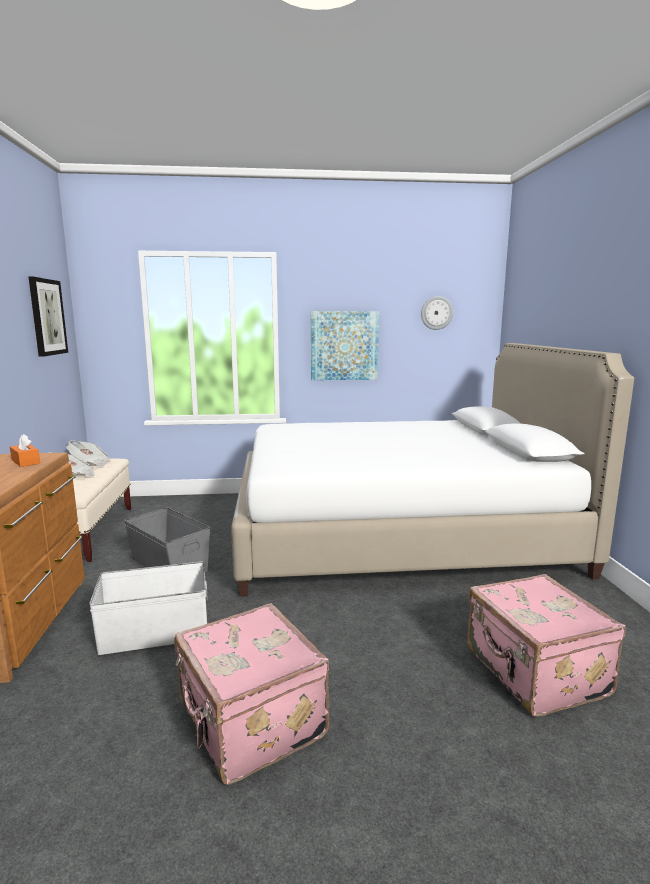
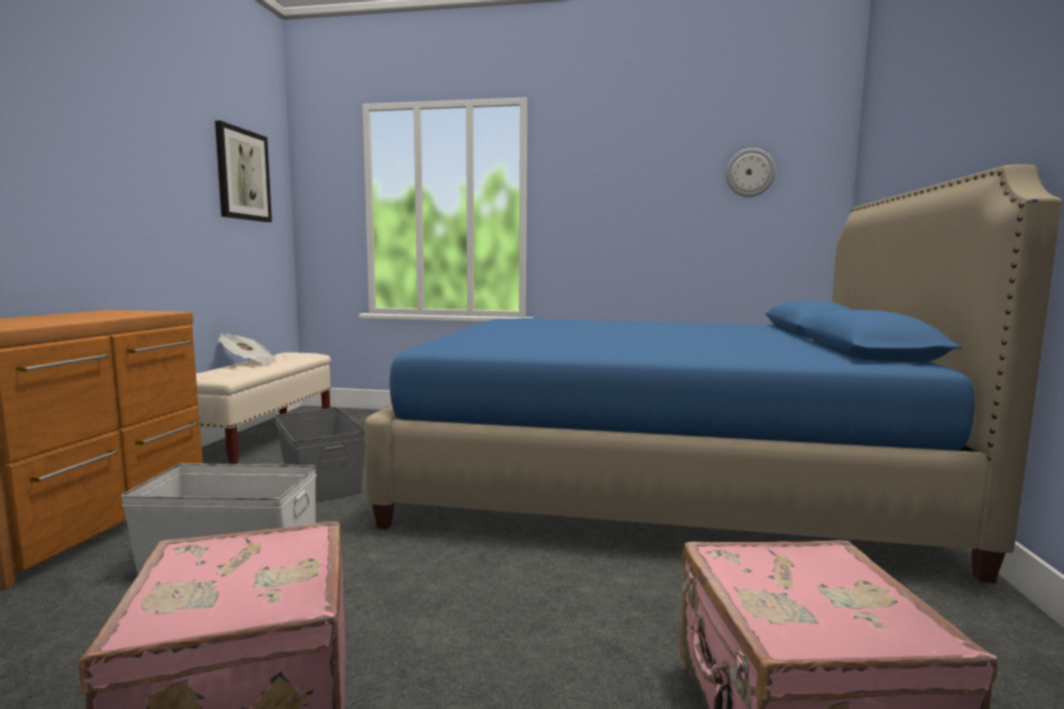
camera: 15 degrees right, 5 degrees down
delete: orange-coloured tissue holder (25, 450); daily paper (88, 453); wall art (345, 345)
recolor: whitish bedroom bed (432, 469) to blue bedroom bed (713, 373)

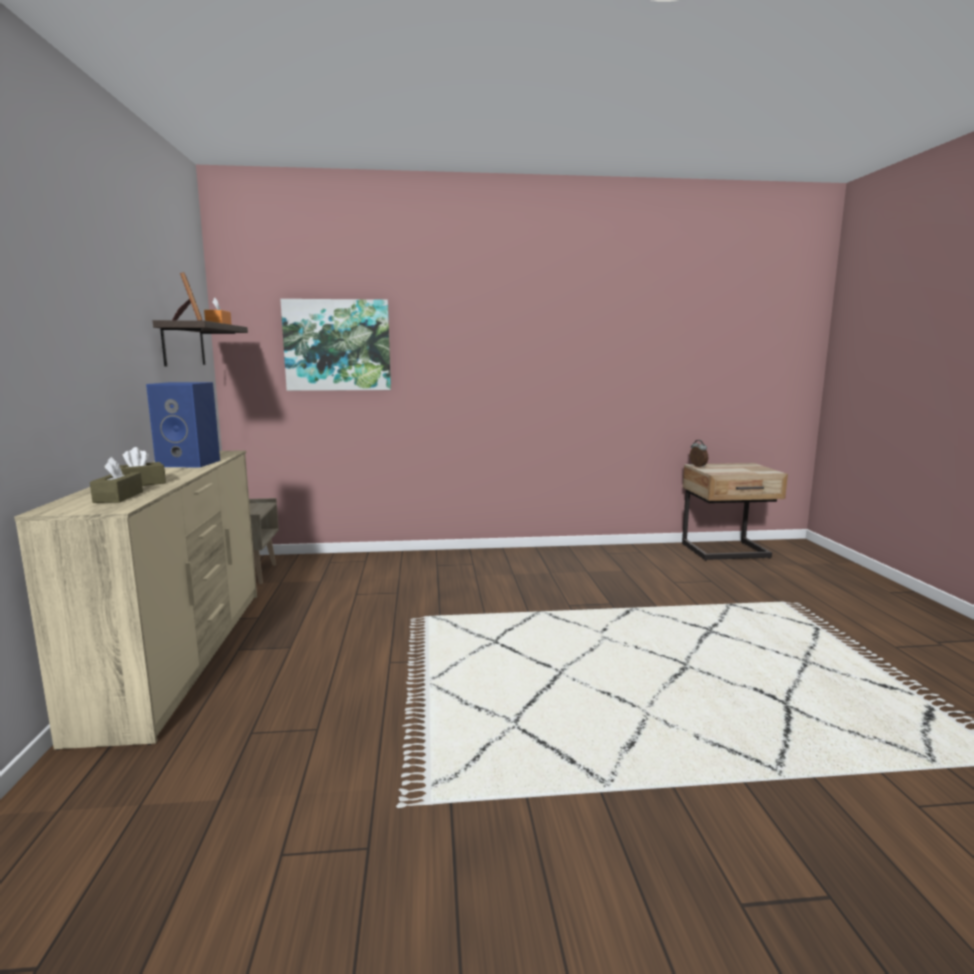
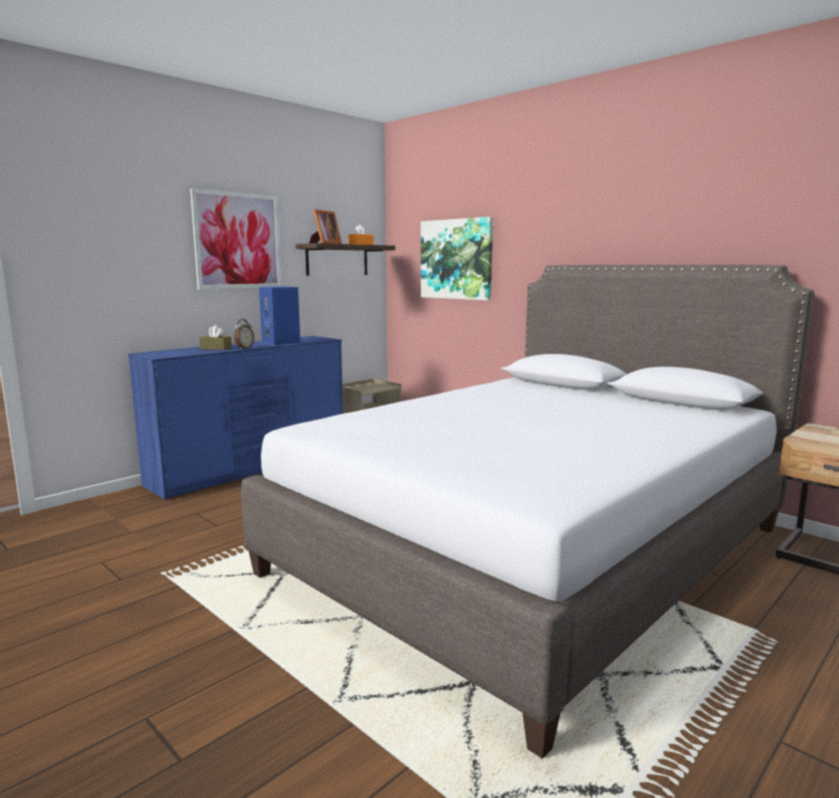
camera: 50 degrees right, 0 degrees up
delete: brown-coloured tissue holder (116, 480)
insert: wall art (236, 239); grey bedroom bed (528, 512)
move: bedside clock (699, 454) to (244, 334)
recolor: sand-coloured dresser (135, 600) to blue dresser (235, 418)

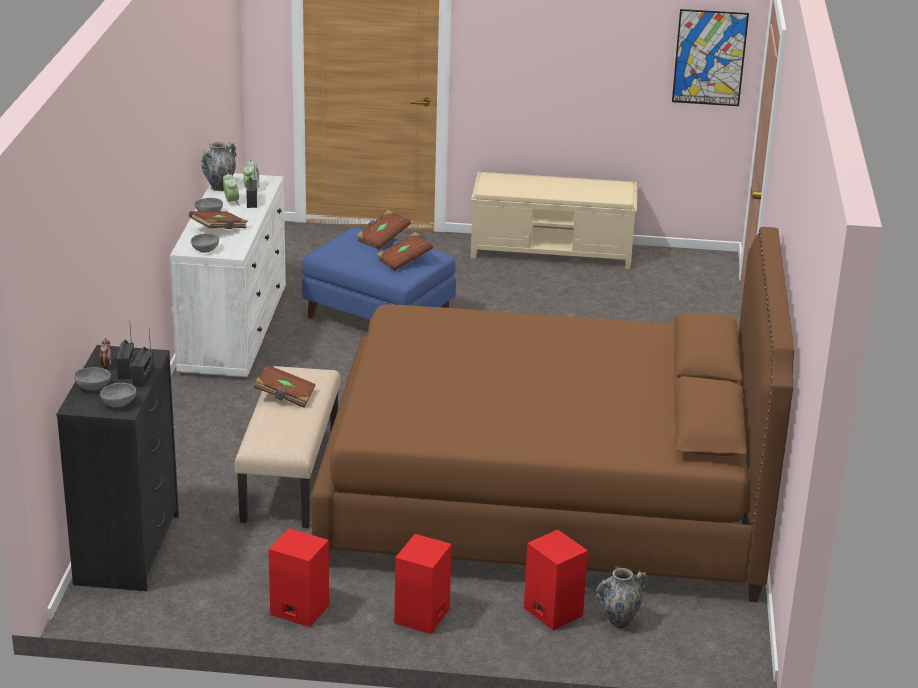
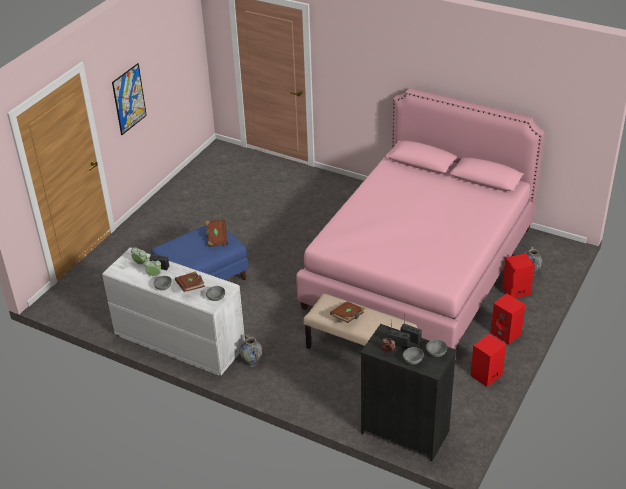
camera: 65 degrees left, 10 degrees up
delete: brown-coloured volume (383, 229); sand-coloured long seat (554, 220)
move: vase (219, 166) to (251, 350); wall art (710, 57) to (129, 99)
recolor: brown-coloured bedroom bed (552, 414) to pink bedroom bed (420, 218)

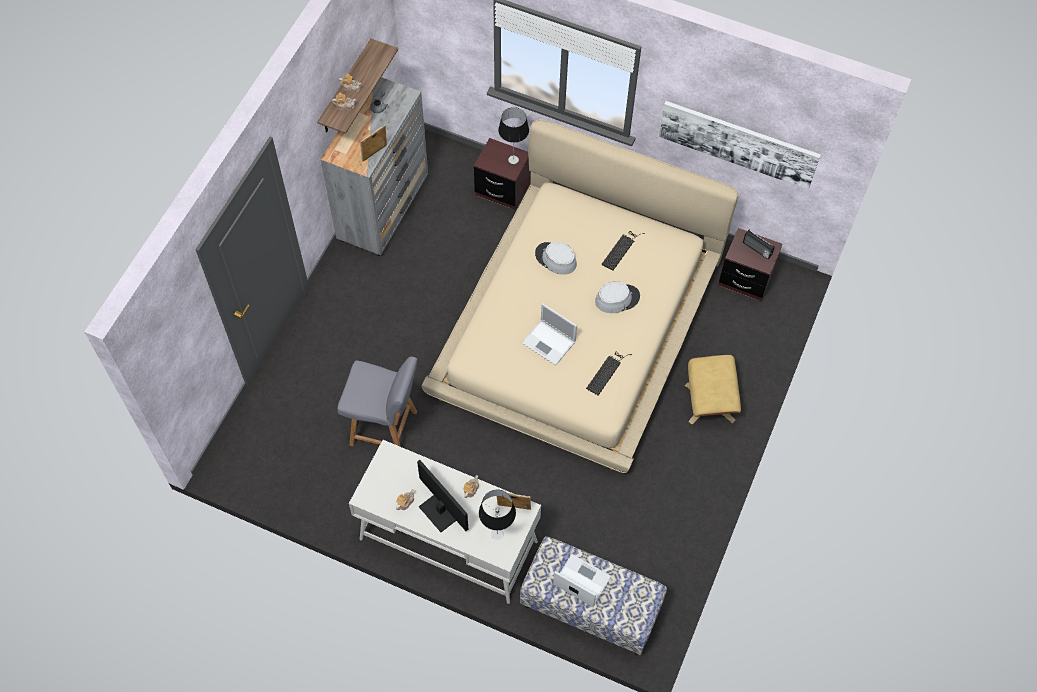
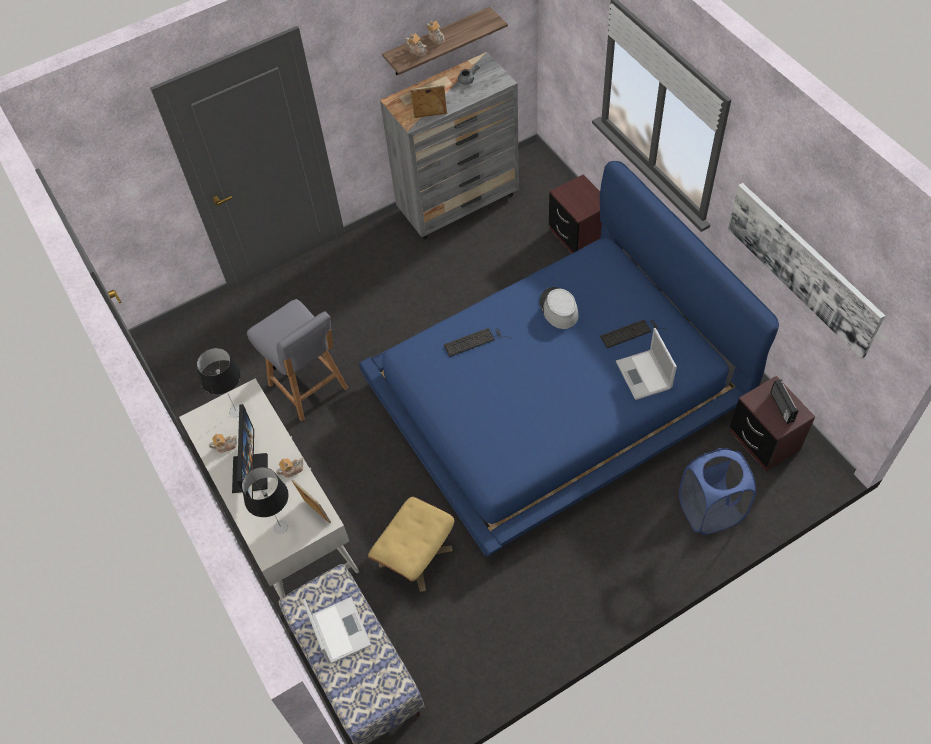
camera: 40 degrees right, 5 degrees down
delete: grey clothing hat (617, 297)
insert: blue washing basket (717, 491)
move: tabletop lamp (513, 135) to (219, 382); notebook computer (549, 334) to (646, 364); PC keyboard (609, 374) to (477, 342); sand-coloured ottoman (712, 390) to (411, 544)
recolor: sand-coloured bedroom bed (580, 296) to blue bedroom bed (569, 359)

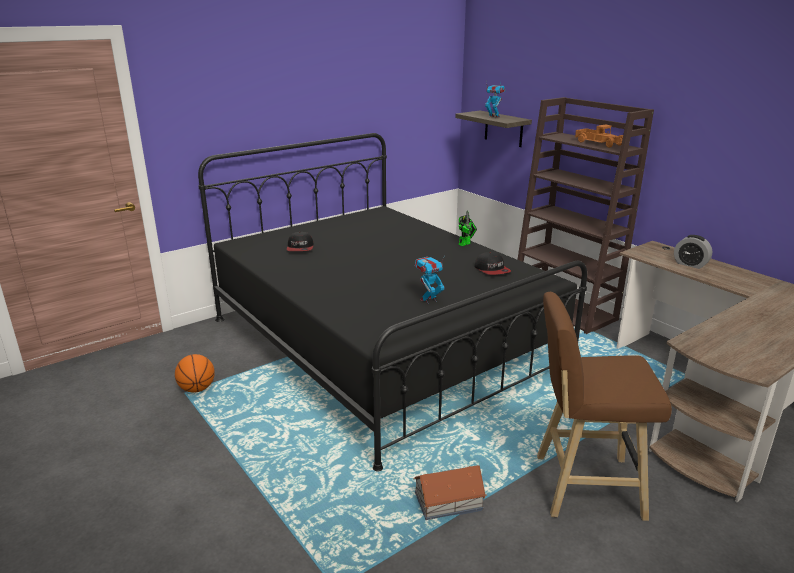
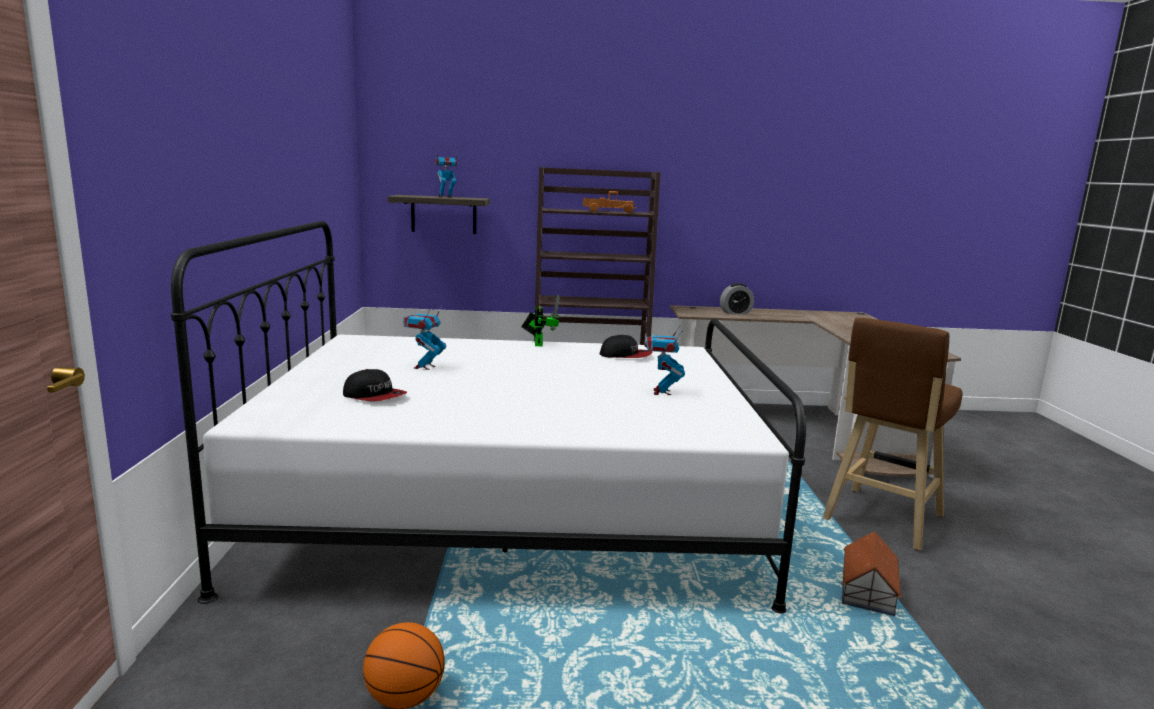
camera: 55 degrees left, 10 degrees down
insert: toy robot (424, 338)
recolor: black-coloured bedroom bed (392, 302) to whitish bedroom bed (488, 417)

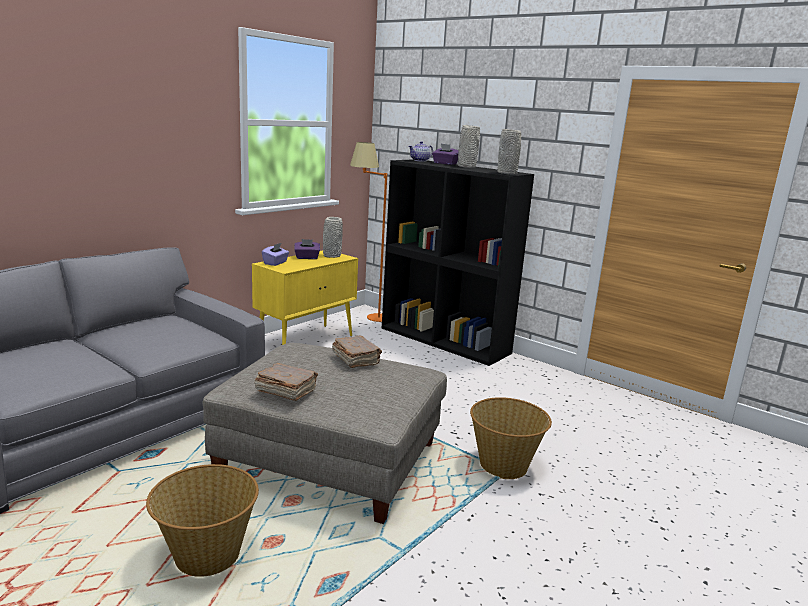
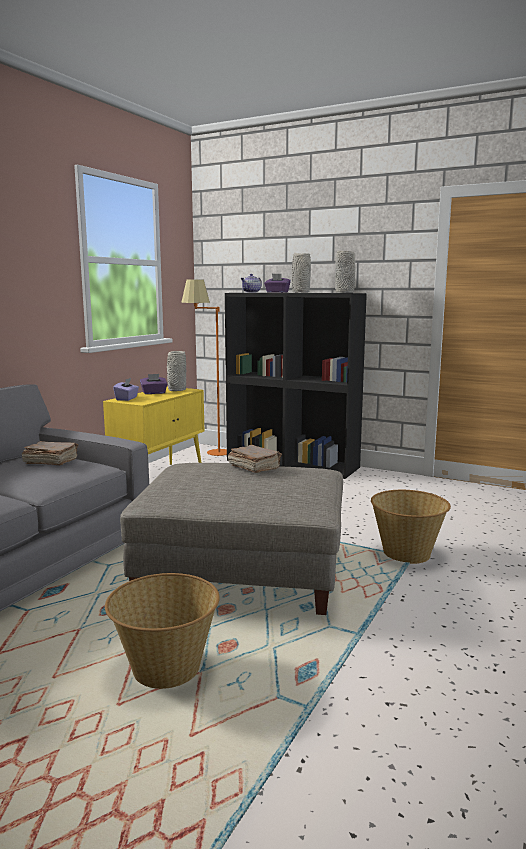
camera: 10 degrees left, 5 degrees down
move: brown-coloured volume (286, 382) to (50, 453)

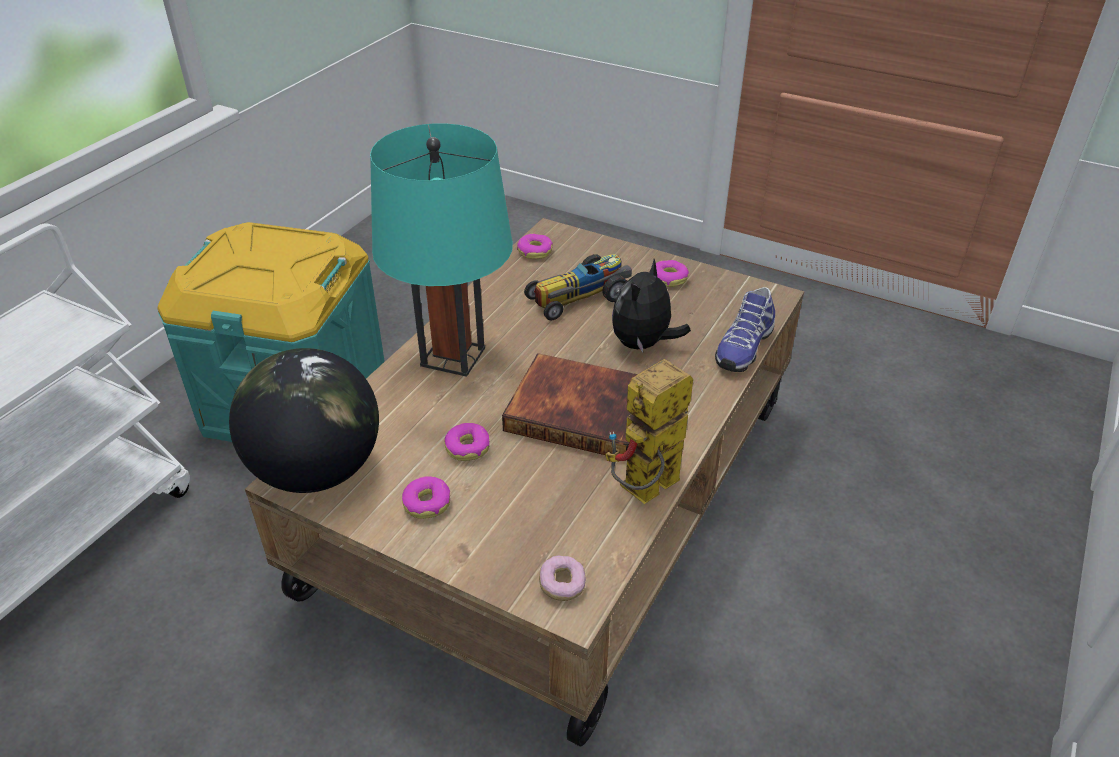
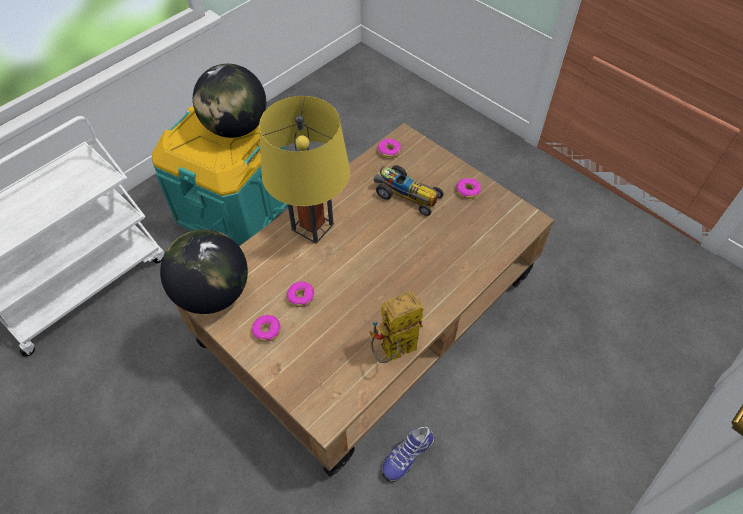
camera: 15 degrees right, 15 degrees up
delete: volume (570, 404); donut (562, 578); soft toy (651, 306)
insert: globe (229, 101)
move: low shoe (745, 329) to (408, 454)
recolor: turquoise-coloured tabletop lamp (441, 250) to yellow tabletop lamp (304, 170)
rotate: model car (578, 287) = (409, 190) 135 degrees counterclockwise

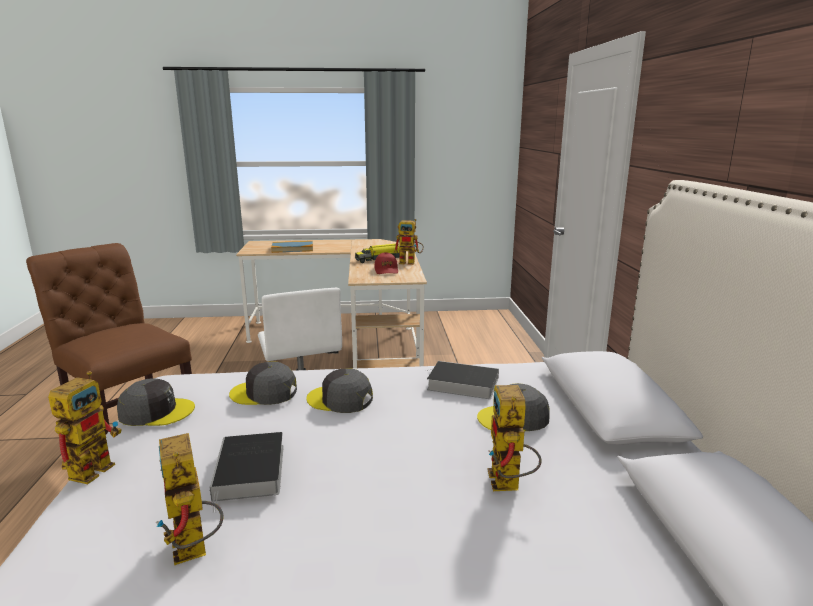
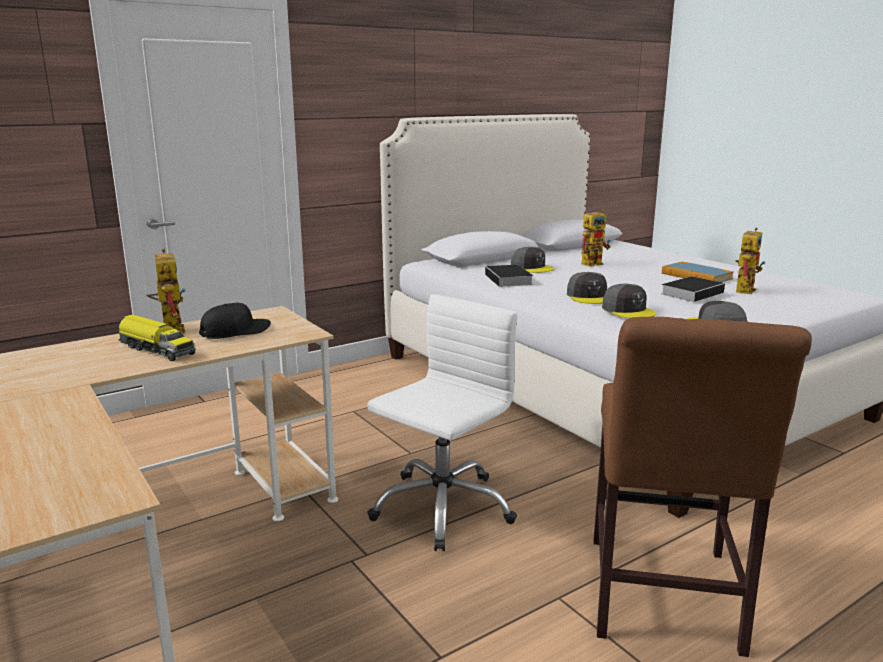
camera: 120 degrees left, 0 degrees up
delete: toy robot (85, 427)
move: volume (292, 247) to (698, 272)
recolor: reddish cap (386, 263) to black-coloured cap (235, 321)

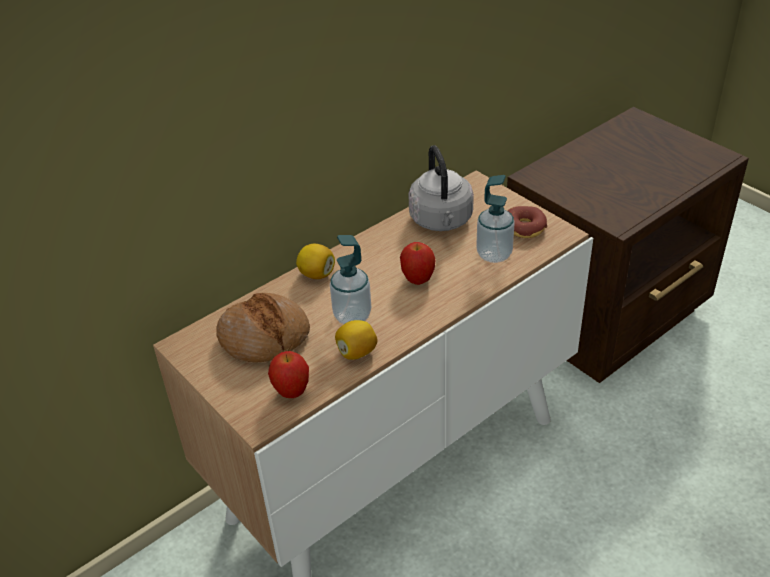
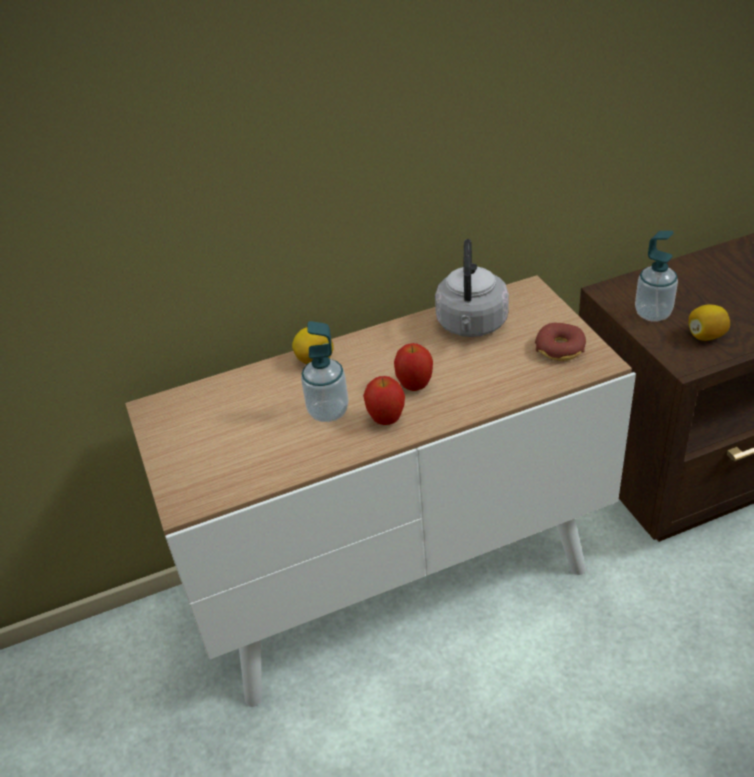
camera: 20 degrees right, 0 degrees up
delete: baked bread (263, 328)
move: apple fruit (288, 374) to (384, 400); whole lemon (356, 340) to (709, 322); liquid soap bottle (495, 219) to (656, 276)

